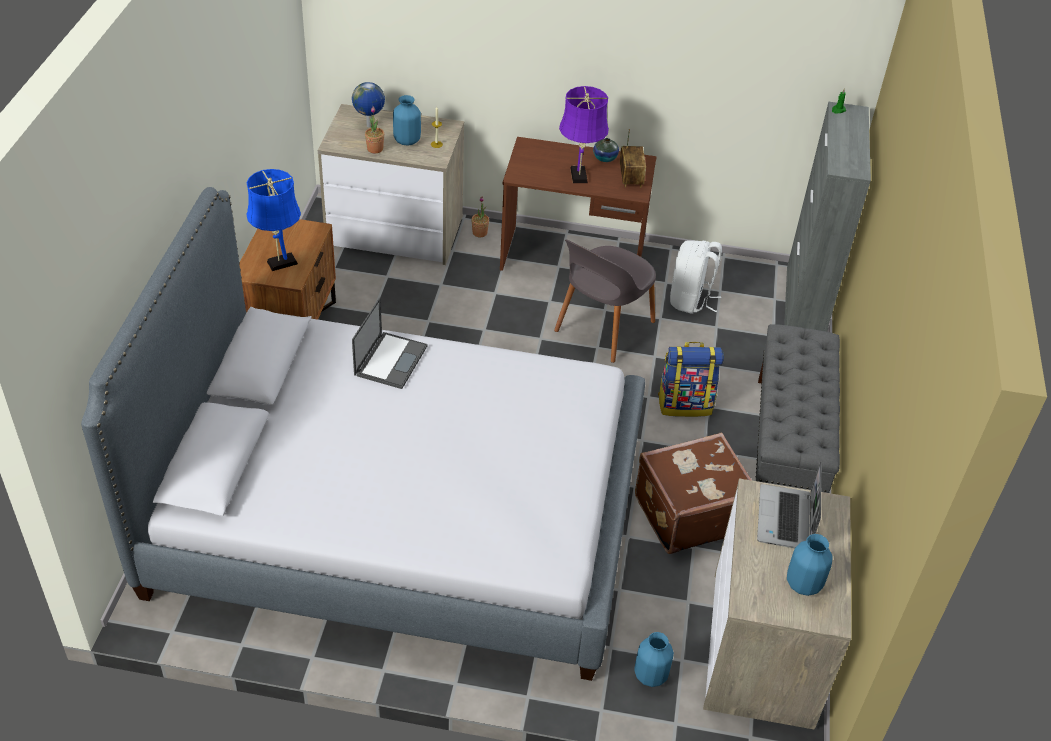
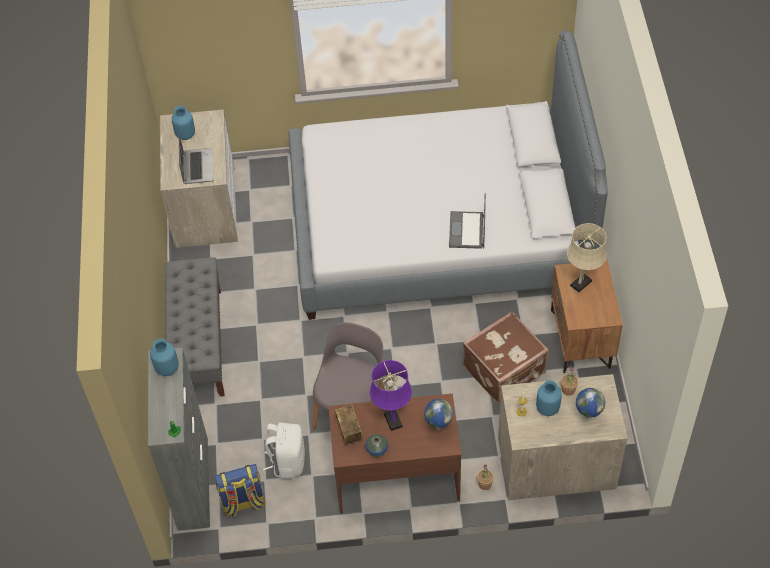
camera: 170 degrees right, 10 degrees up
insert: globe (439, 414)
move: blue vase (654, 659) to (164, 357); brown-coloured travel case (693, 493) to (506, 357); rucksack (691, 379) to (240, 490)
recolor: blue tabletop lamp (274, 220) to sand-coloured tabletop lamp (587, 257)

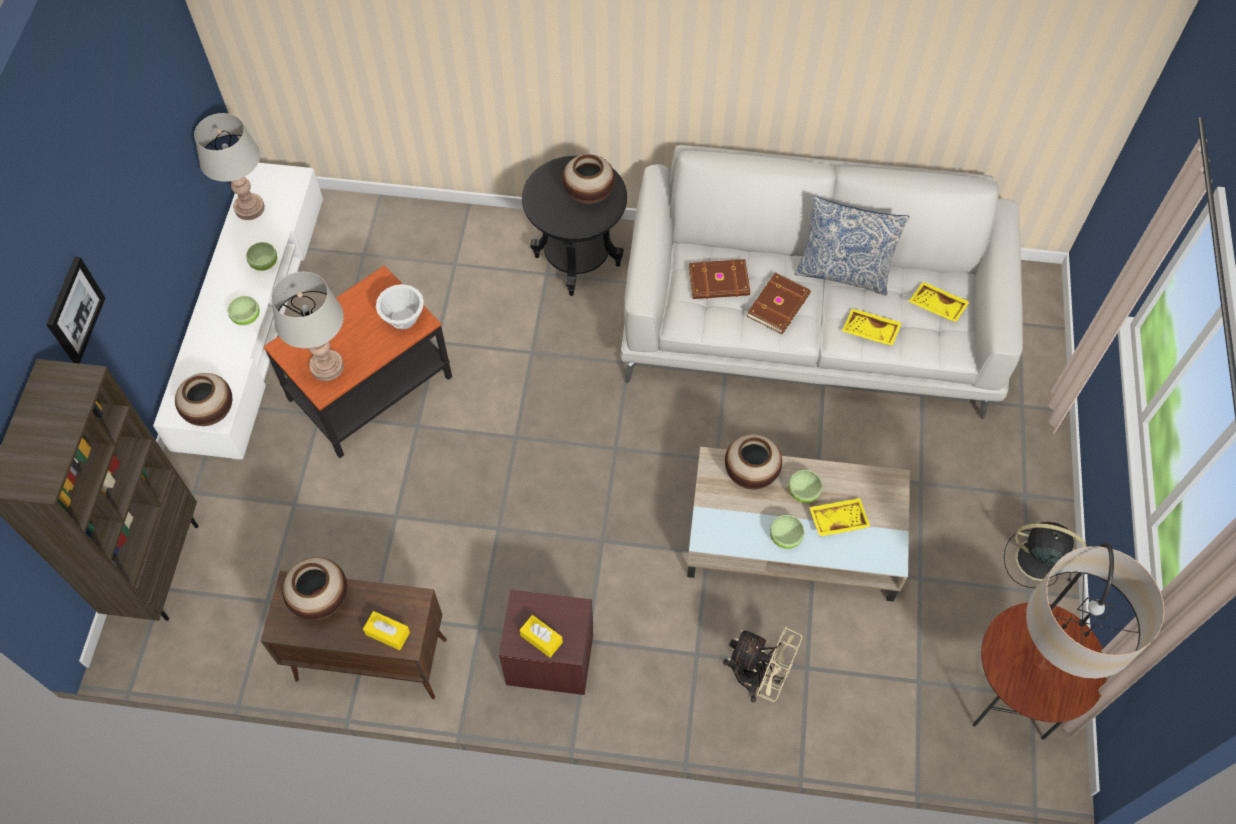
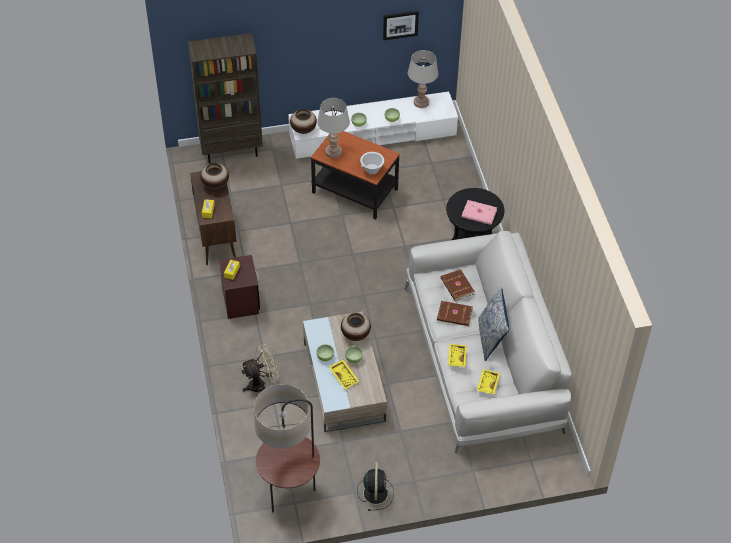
camera: 70 degrees right, 10 degrees down
move: wall art (75, 310) to (401, 25)
replace: vase (588, 179) to pink volume (479, 212)
rotate: sand-coloured electric fan (762, 664) = (260, 368) 120 degrees counterclockwise

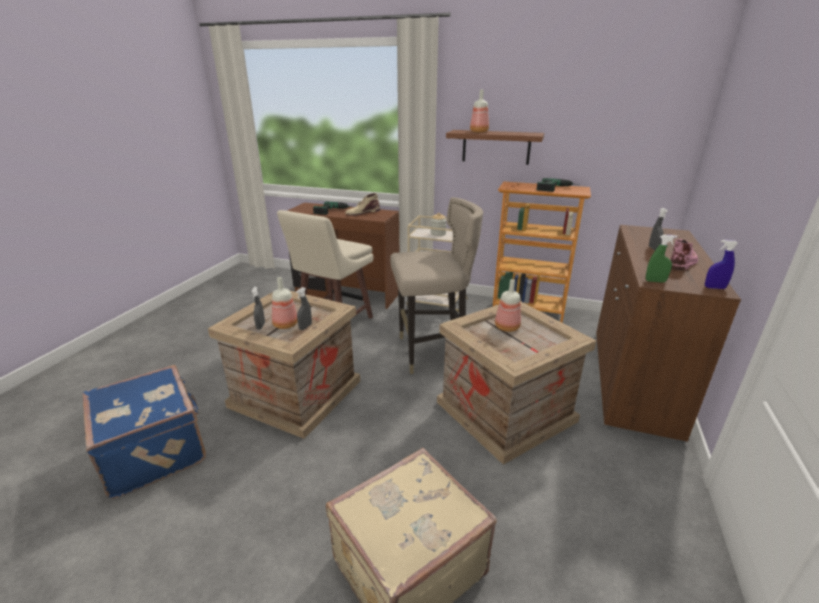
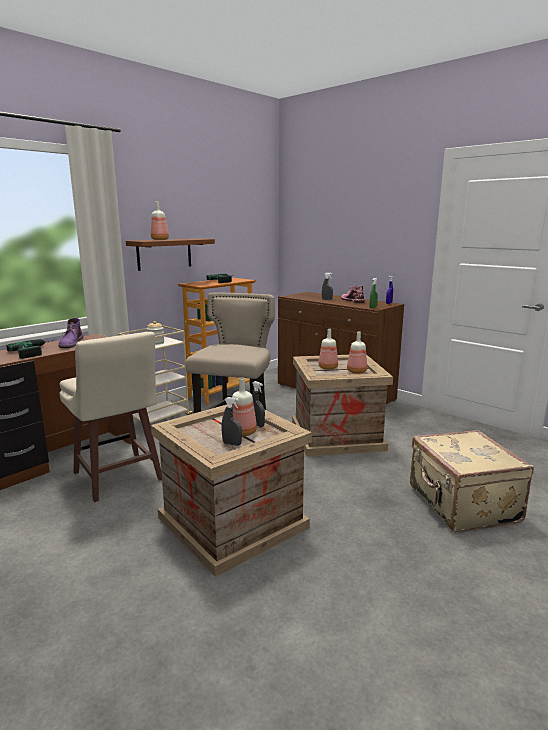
camera: 65 degrees left, 10 degrees down
delete: blue travel case (144, 432)
insert: beverage bottle (357, 353)
recolor: sand-coloured high-top boot (362, 204) to purple high-top boot (70, 333)

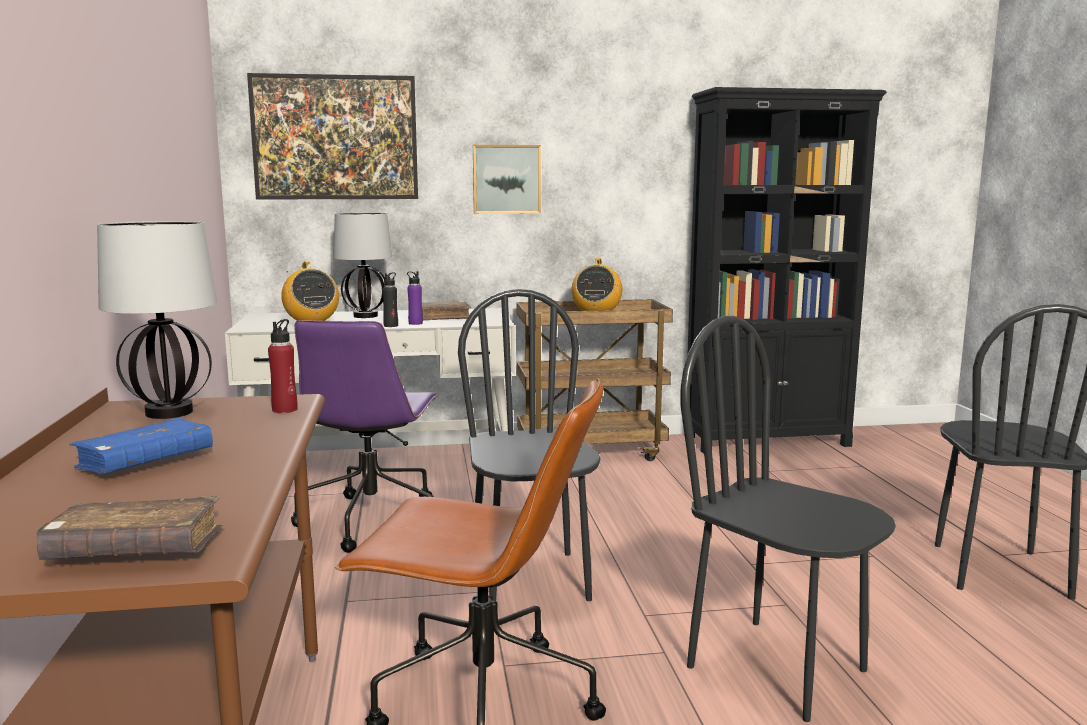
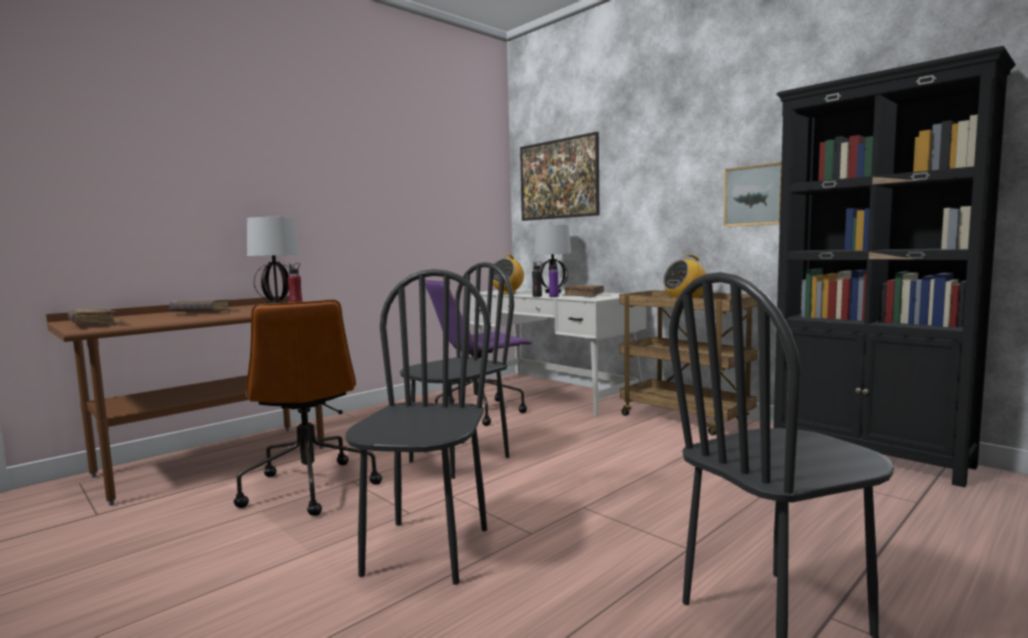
camera: 55 degrees right, 5 degrees down
move: wall art (507, 179) to (753, 194)
recolor: blue volume (141, 446) to brown-coloured volume (200, 305)

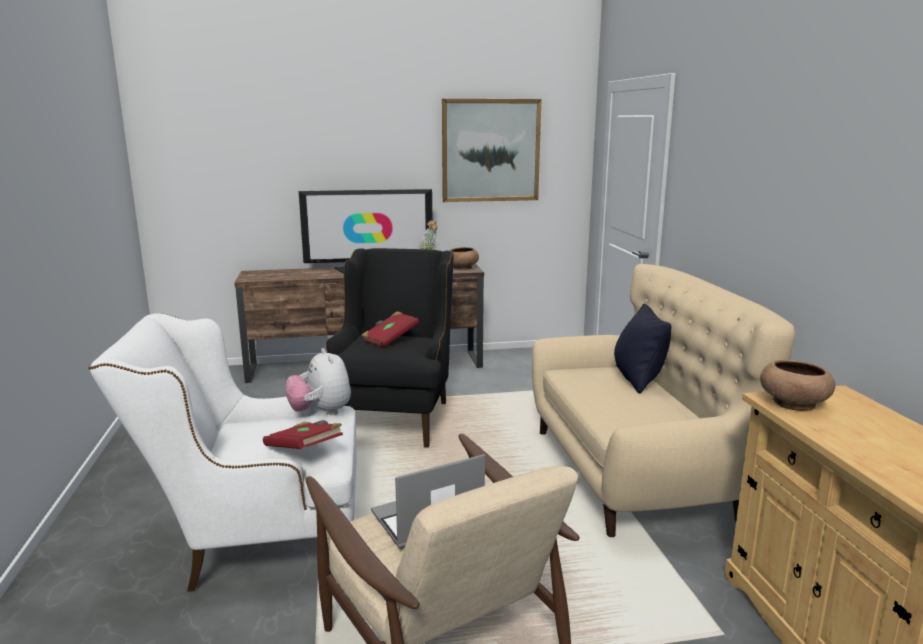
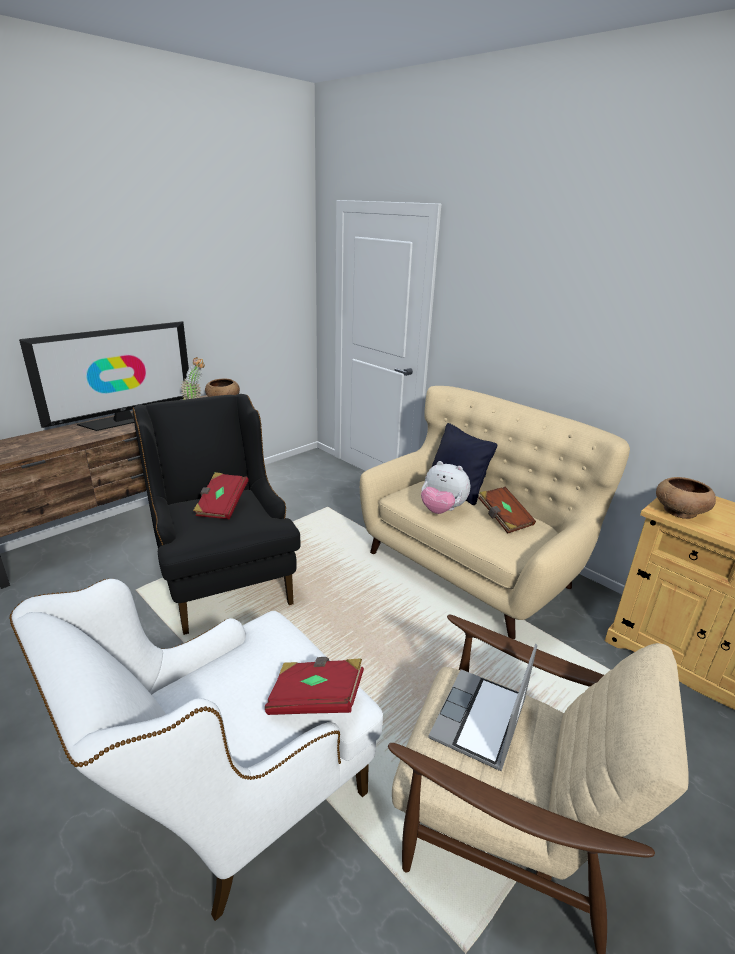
camera: 35 degrees left, 10 degrees up
delete: wall art (492, 150)
insert: brown-coloured volume (507, 510)
move: soft toy (318, 381) to (445, 487)

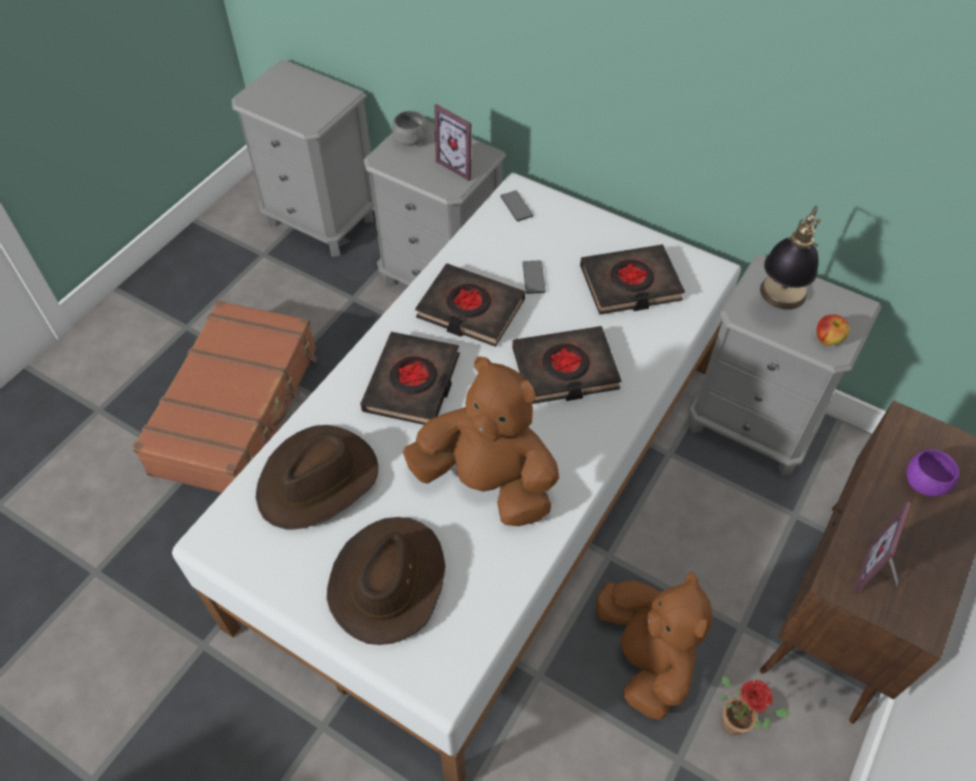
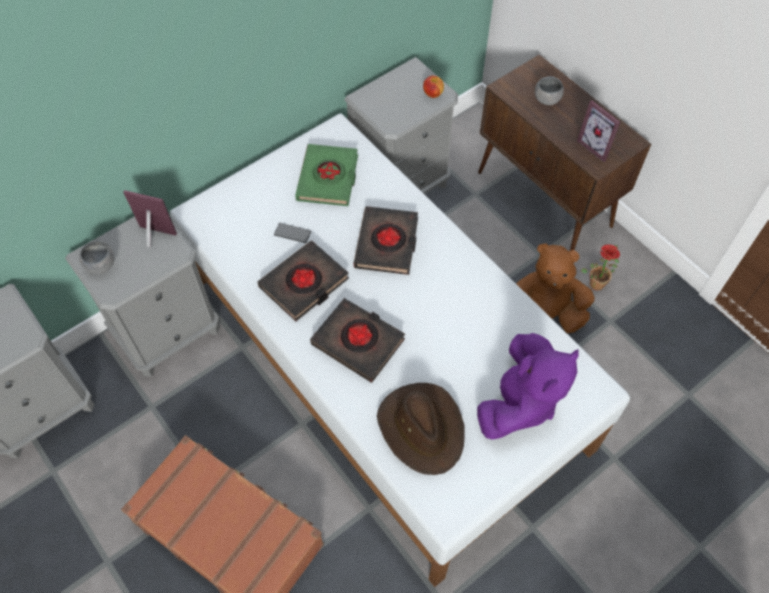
camera: 70 degrees left, 5 degrees up
delete: brown-coloured soft toy (481, 441); telephone (517, 206); tabletop lamp (790, 258)
replace: brown-coloured clothing hat (386, 581) to purple soft toy (528, 386)
recolor: black-coloured volume (632, 279) to green volume (326, 175); purple bowl (933, 472) to grey bowl (549, 90)
rotate: photo frame (452, 142) = (150, 218) 135 degrees counterclockwise

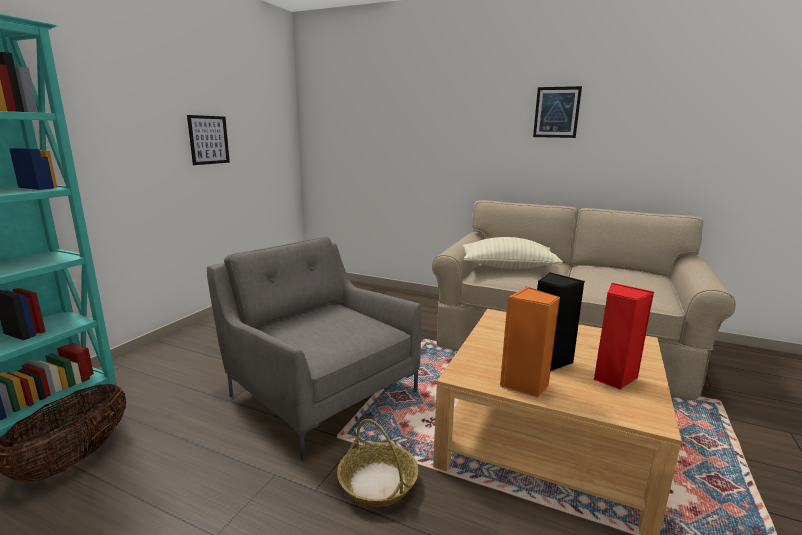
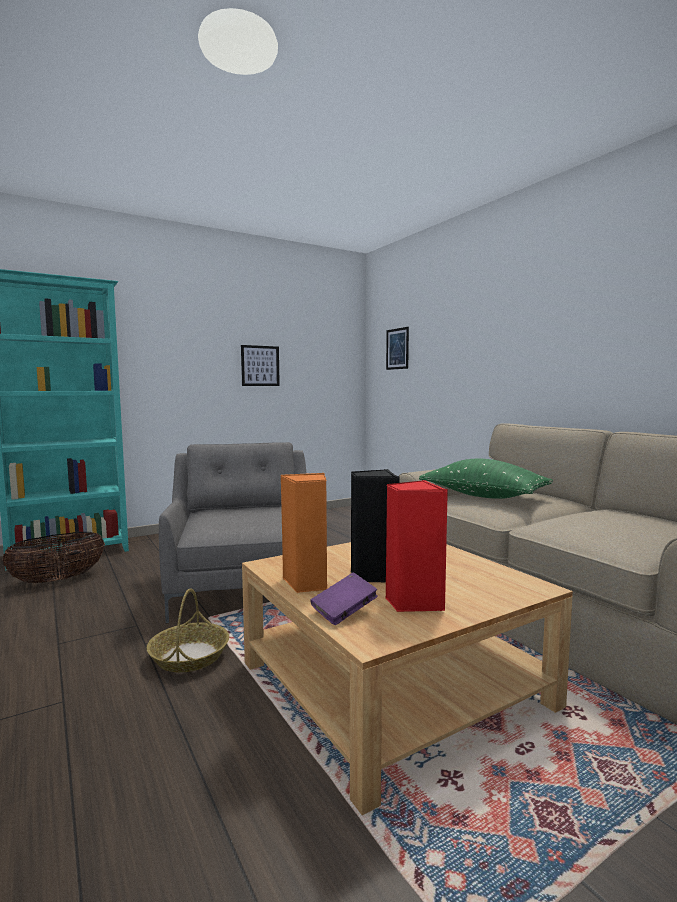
camera: 35 degrees right, 10 degrees down
insert: purple volume (344, 599)
move: wall art (557, 112) to (397, 348)
recolor: sand-coloured cushion (512, 253) to green cushion (486, 479)

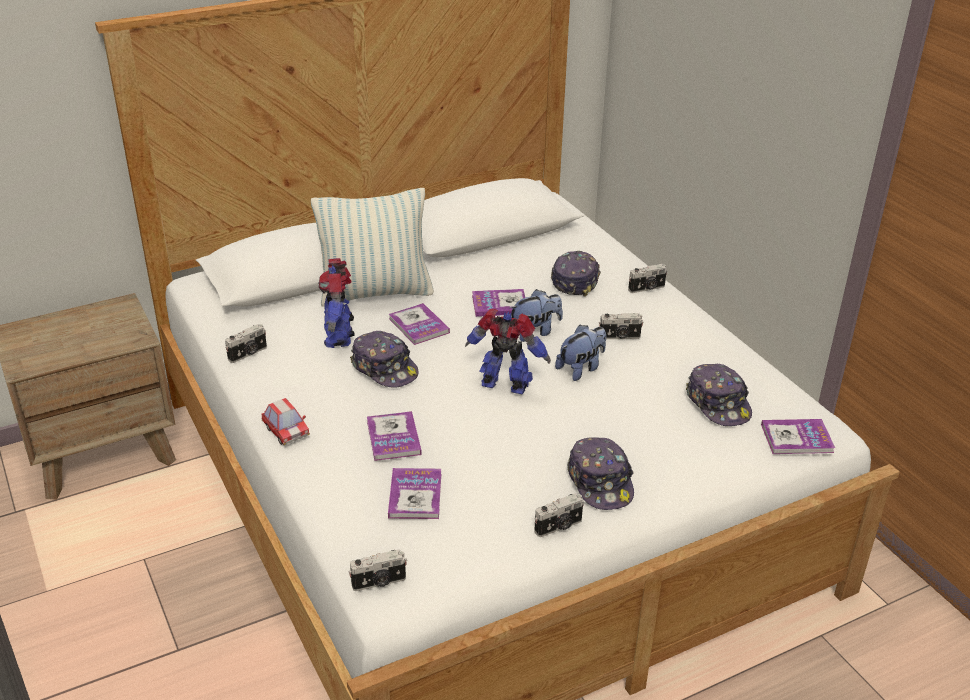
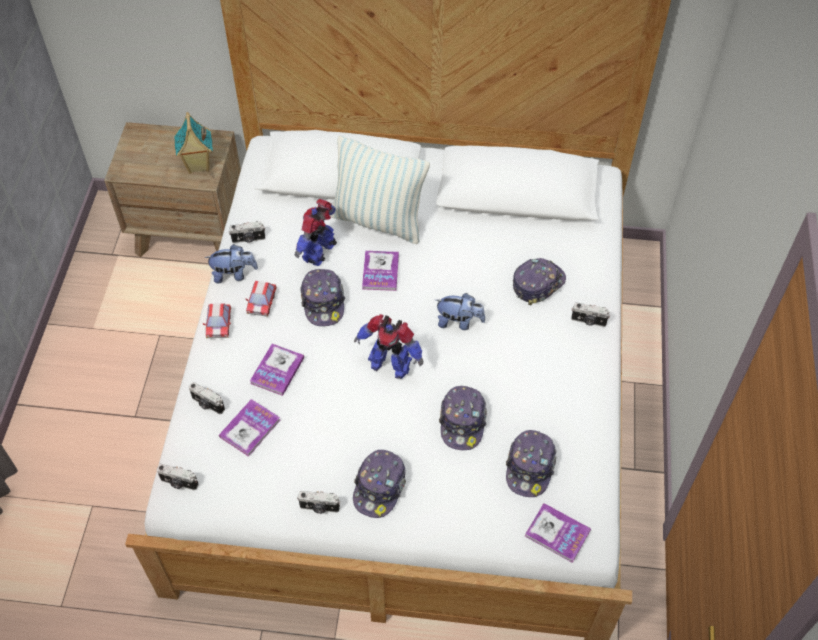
camera: 35 degrees right, 20 degrees up
delete: volume (499, 303)
insert: miniature house (193, 143); model car (261, 299); cap (463, 418)
move: soft toy (580, 353) to (231, 264); still camera (621, 326) to (207, 398)
rotate: toy robot (508, 351) = (388, 346) 150 degrees clockwise

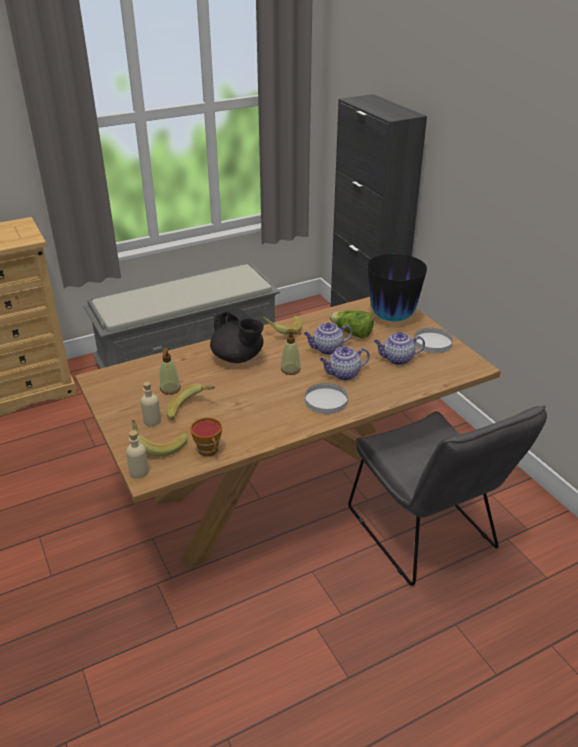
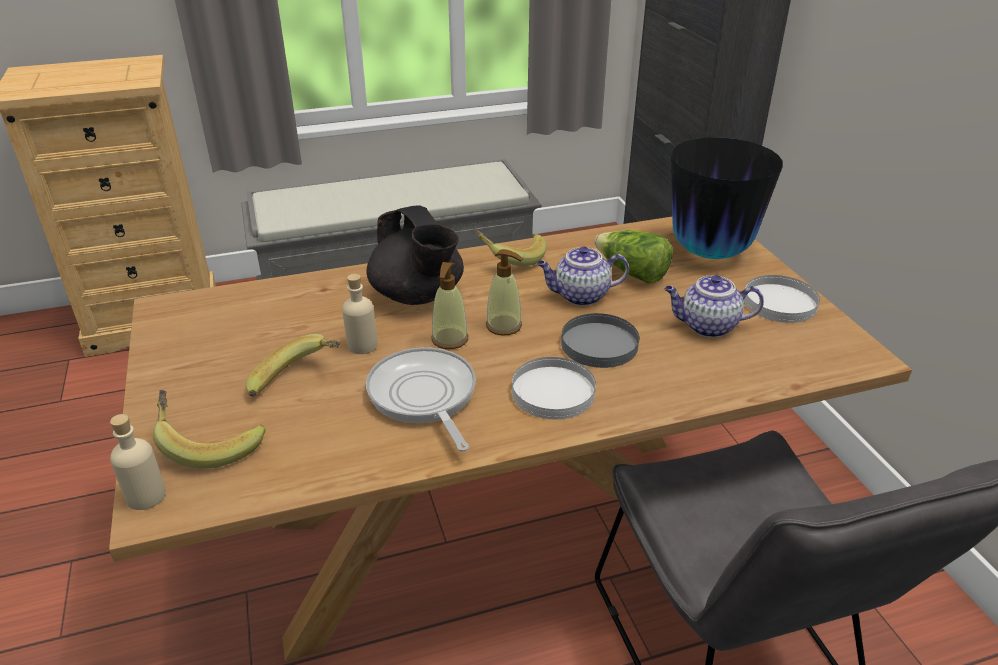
camera: 10 degrees right, 0 degrees up
delete: drinking cup (206, 437)
insert: pan (421, 399)
move: sand-coloured beverage bottle (150, 404) to (360, 314); liquid soap bottle (170, 371) to (449, 305)
replace: tea pot (345, 363) to grey flat dish (600, 340)

